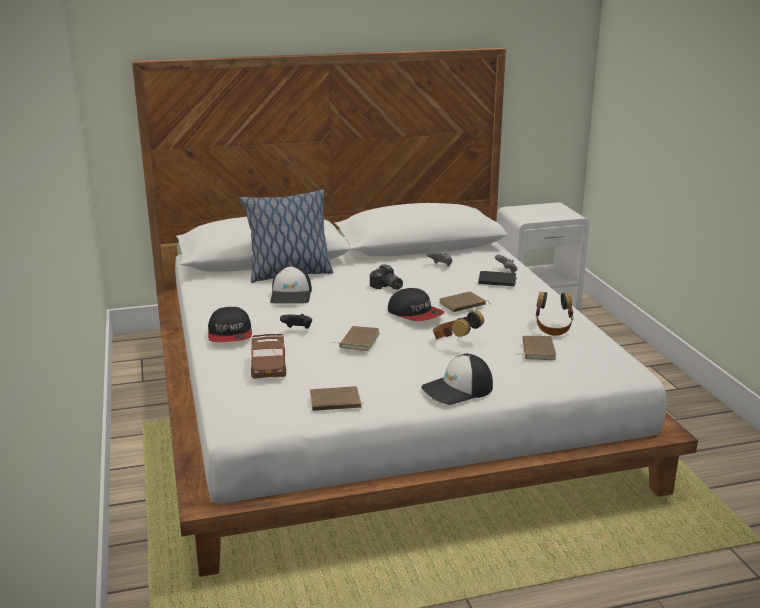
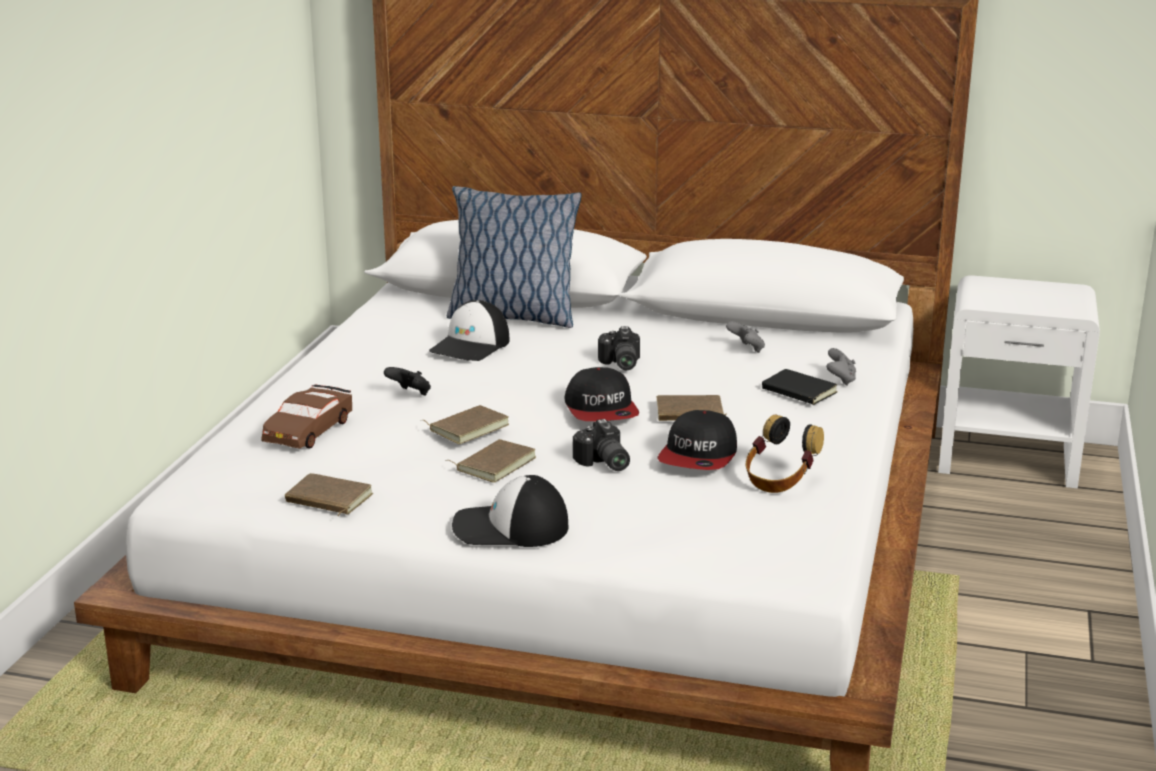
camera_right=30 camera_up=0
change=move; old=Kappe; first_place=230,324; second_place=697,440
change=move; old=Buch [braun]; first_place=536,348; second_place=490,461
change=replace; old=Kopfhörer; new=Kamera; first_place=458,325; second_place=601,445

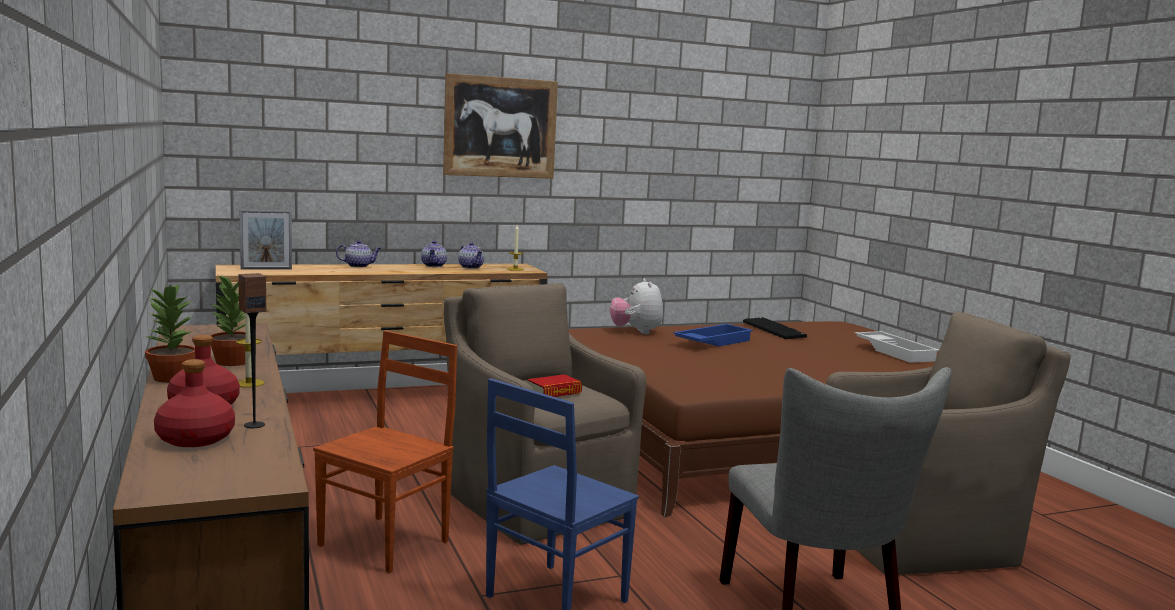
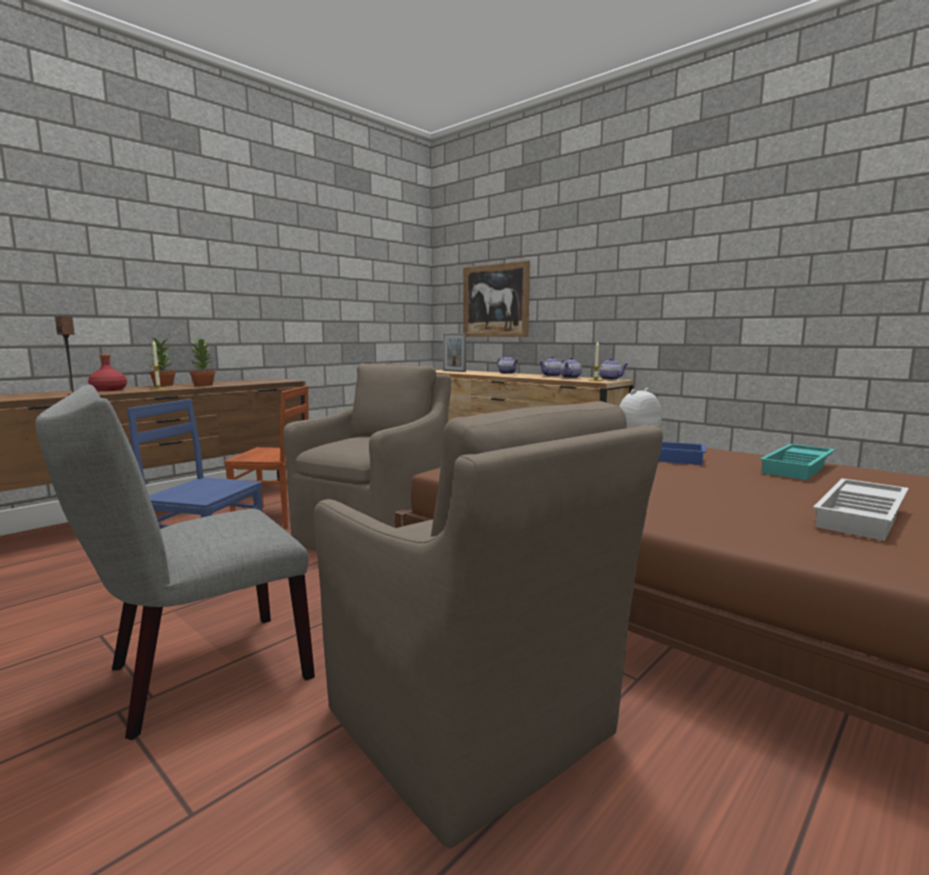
camera_right=65 camera_up=0
change=delete; old=Flasche [rot]; first_place=194,403
change=delete; old=Buch; first_place=554,385
change=insert; new=Teekanne; second_place=611,369
change=move; old=Bild; first_place=500,126; second_place=496,298
change=replace; old=Tastatur; new=Tablett [türkis]; first_place=775,328; second_place=797,462

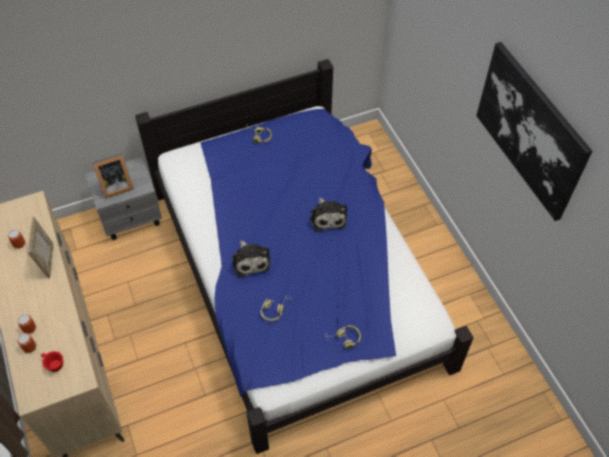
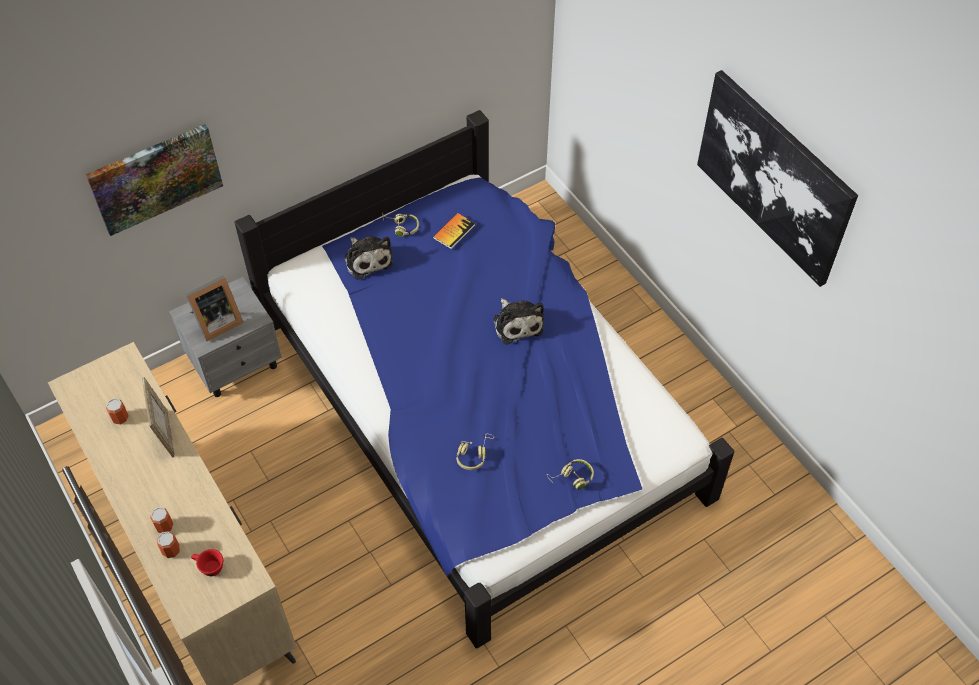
camera_right=-10 camera_up=0
change=insert; new=Bild; second_place=154,180
change=insert; new=Buch; second_place=454,231
change=move; old=Plüschtier; first_place=251,259; second_place=368,258

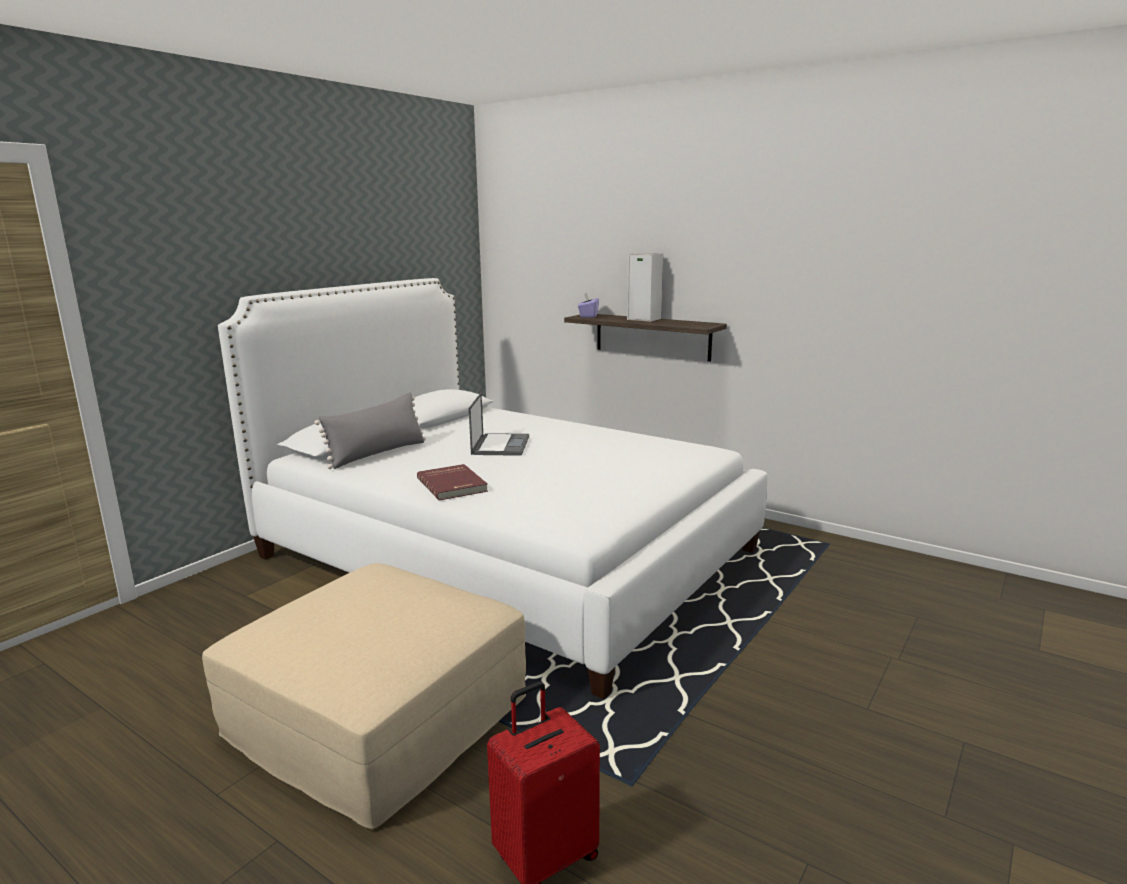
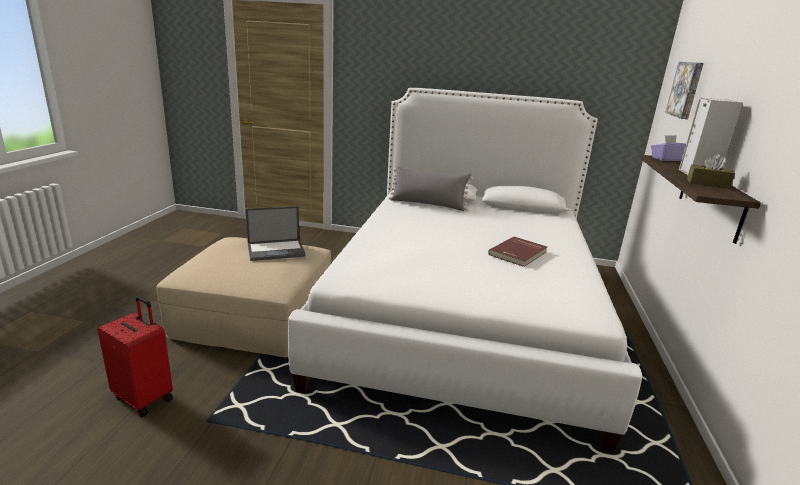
camera_right=65 camera_up=5
change=insert; new=Bild; second_place=684,90
change=insert; new=Taschentuchbox [braun]; second_place=711,171
change=move; old=Buch [rot]; first_place=452,482; second_place=517,252
change=move; old=Laptop; first_place=499,424; second_place=276,233

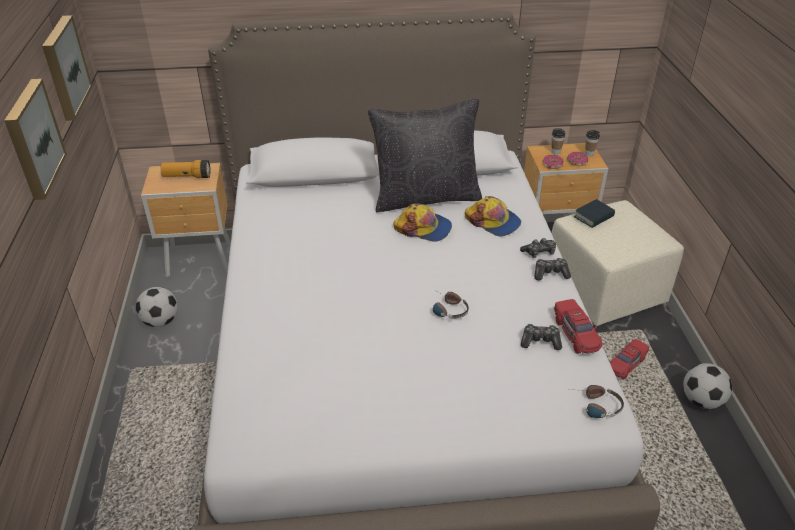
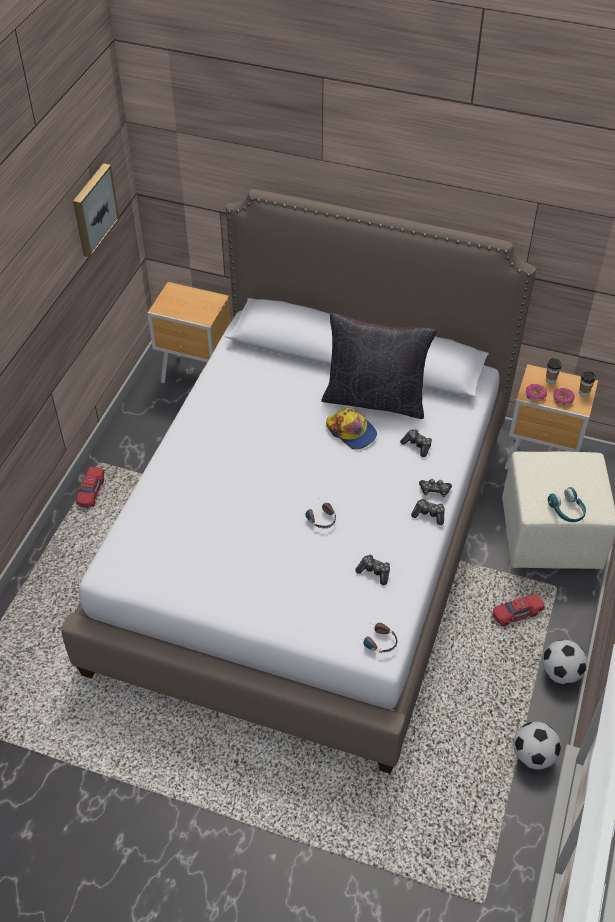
camera_right=25 camera_up=10
change=delete; old=Bild; first_place=35,139
change=delete; old=Taschenlampe; first_place=185,169
change=delete; old=Buch; first_place=594,213
change=insert; new=Kopfhörer [türkis]; second_place=567,504
change=move; old=Fußball; first_place=157,307; second_place=537,746
change=move; old=Spielzeugauto [rot]; first_place=578,326; second_place=90,487
change=replace; old=Kappe; new=Gamepad; first_place=493,216; second_place=416,443

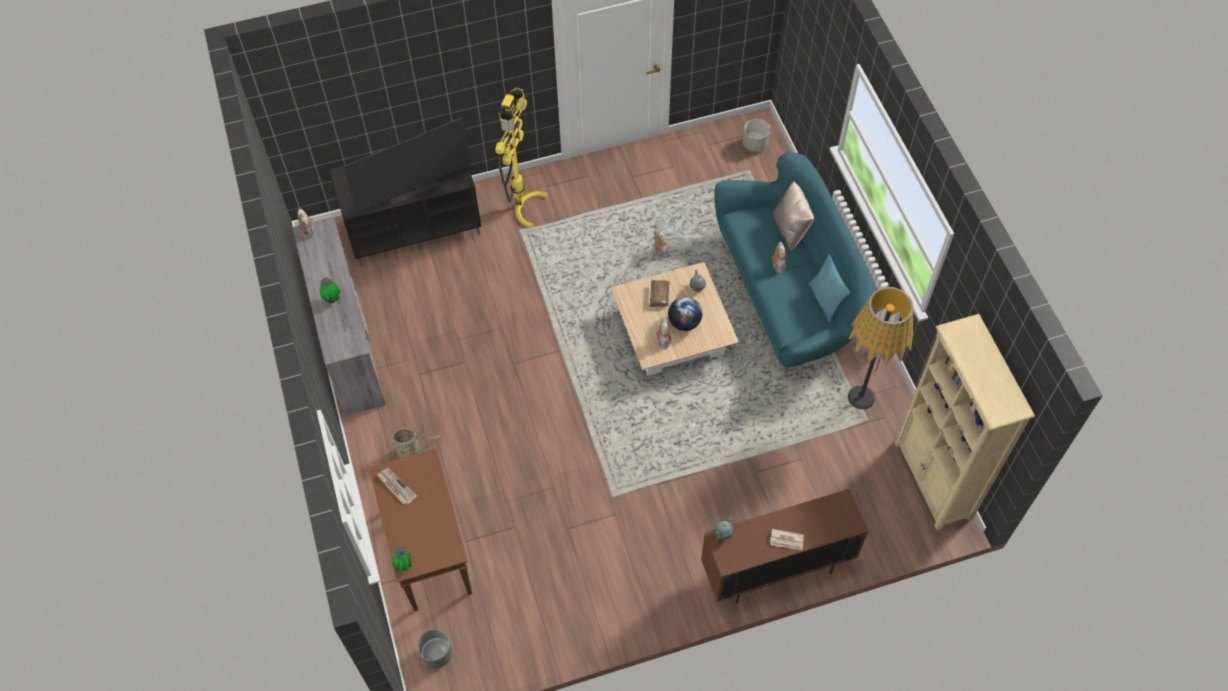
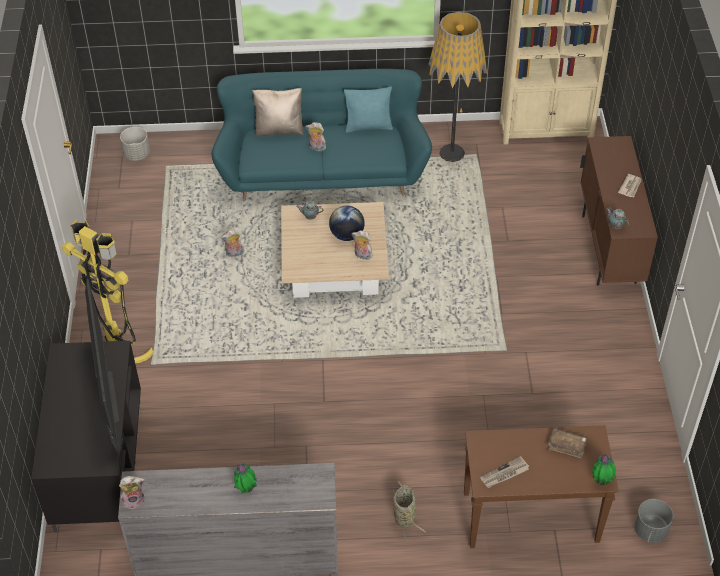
camera_right=-75 camera_up=-10
change=move; old=Buch [braun]; first_place=660,293; second_place=567,443

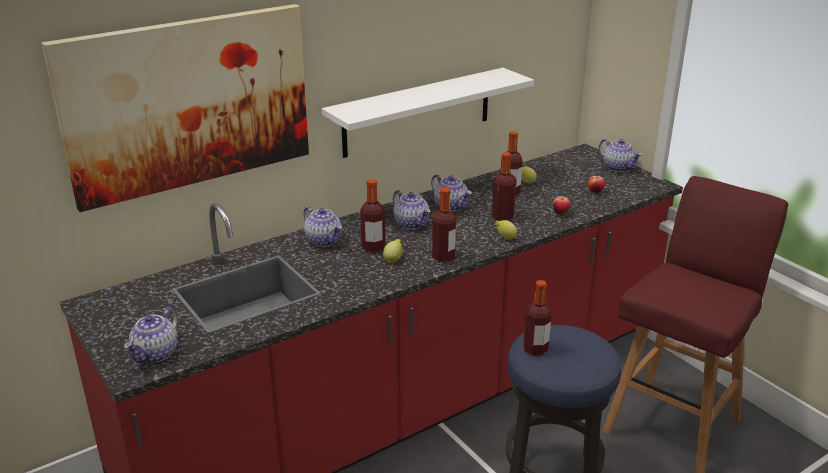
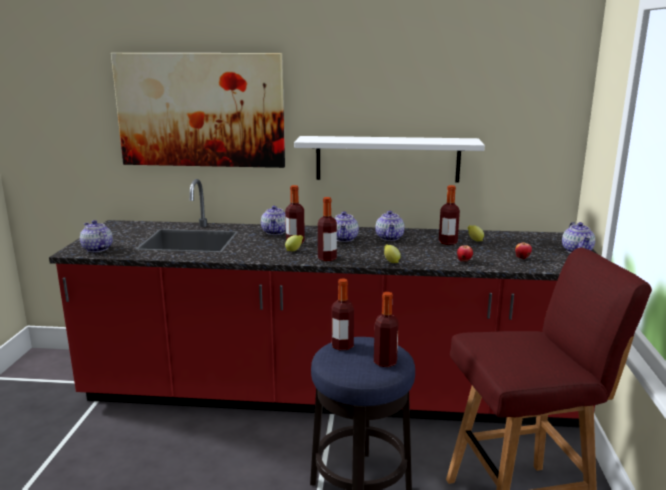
camera_right=40 camera_up=-10
change=move; old=Flasche; first_place=504,186; second_place=386,329
change=rotate; old=Teekanne; first_place=151,335; second_place=96,236; degrees=75

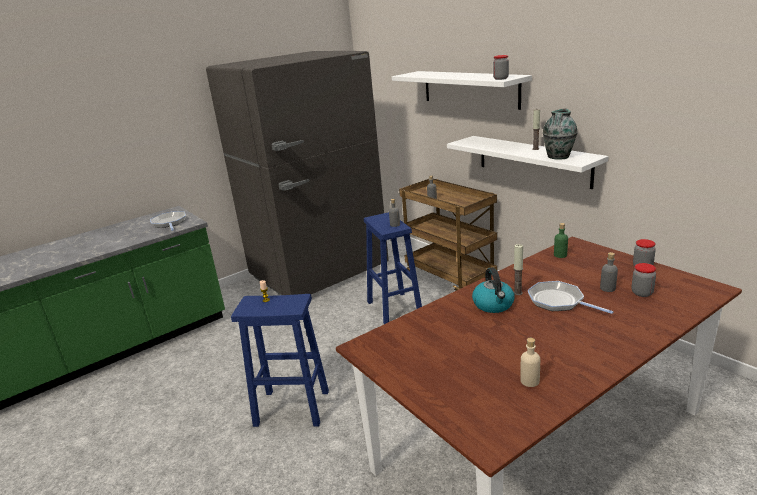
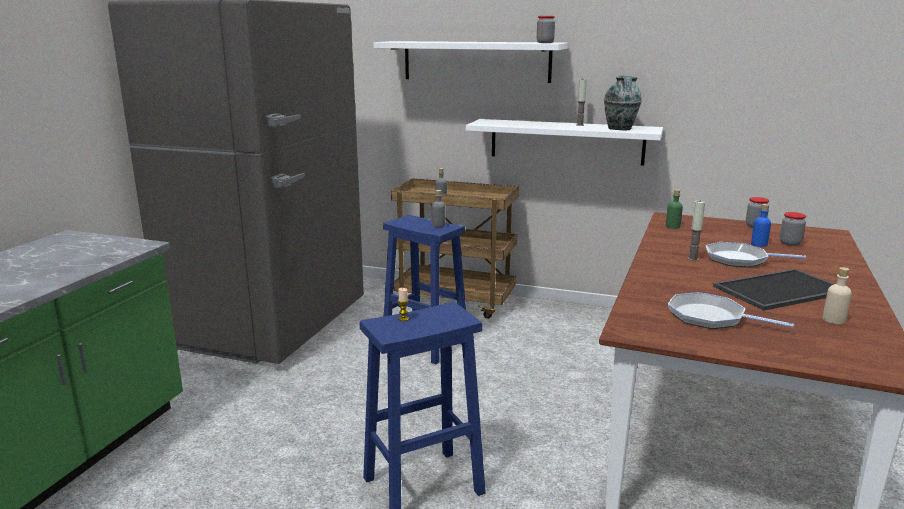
camera_right=-35 camera_up=-5
change=delete; old=Wasserkessel; first_place=493,290
change=insert; new=Tablett; second_place=773,290
change=move; old=Pfanne; first_place=168,221; second_place=731,310
change=recolor; old=Flasche [grau]; new=Flasche [blau]; first_place=609,272; second_place=761,225

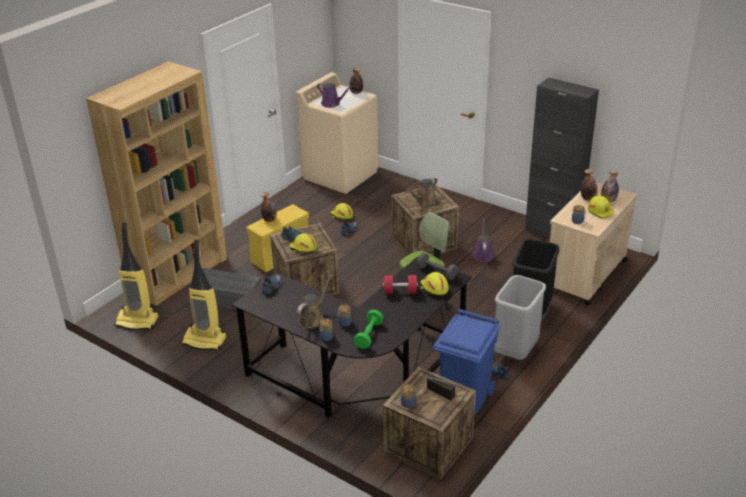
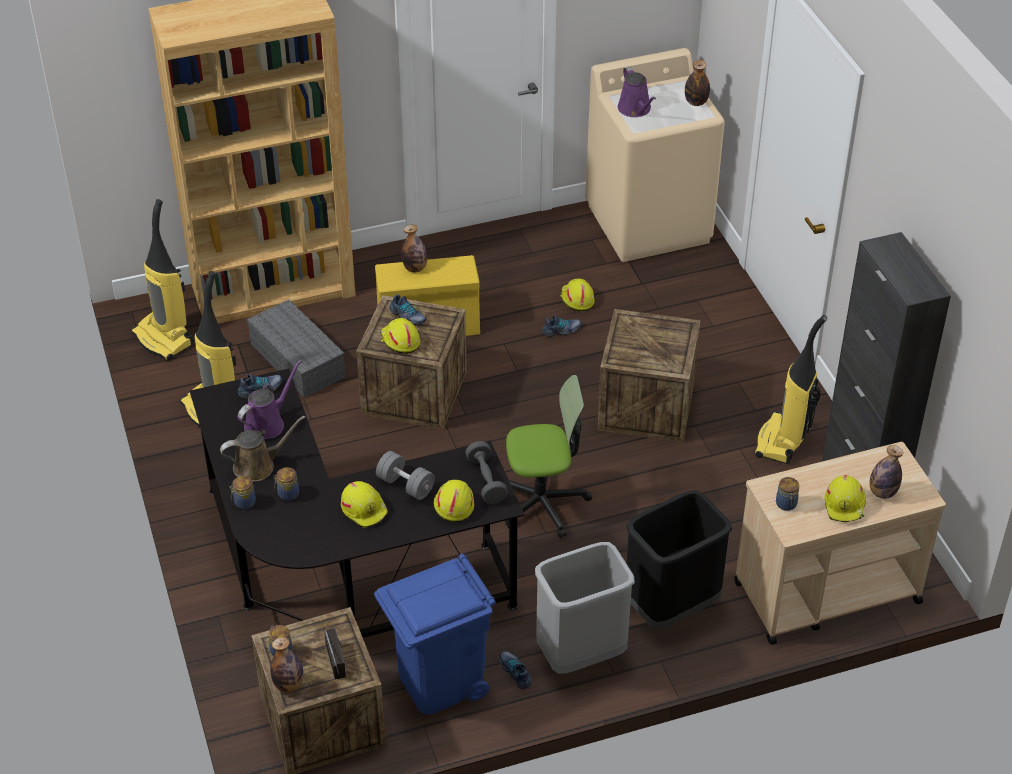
camera_right=35 camera_up=10
change=delete; old=Hantel [grün]; first_place=368,329
change=delete; old=Gießkanne [braun]; first_place=421,191
change=insert; new=Schutzhelm [gelb]; second_place=364,504
change=insert; new=Staubsauger; second_place=791,389
change=move; old=Gießkanne [lila]; first_place=483,240; second_place=270,399
change=move; old=Flasche; first_place=589,184; second_place=287,665
change=recolor; old=Hantel [rot]; new=Hantel [grau]; first_place=400,284; second_place=405,475

